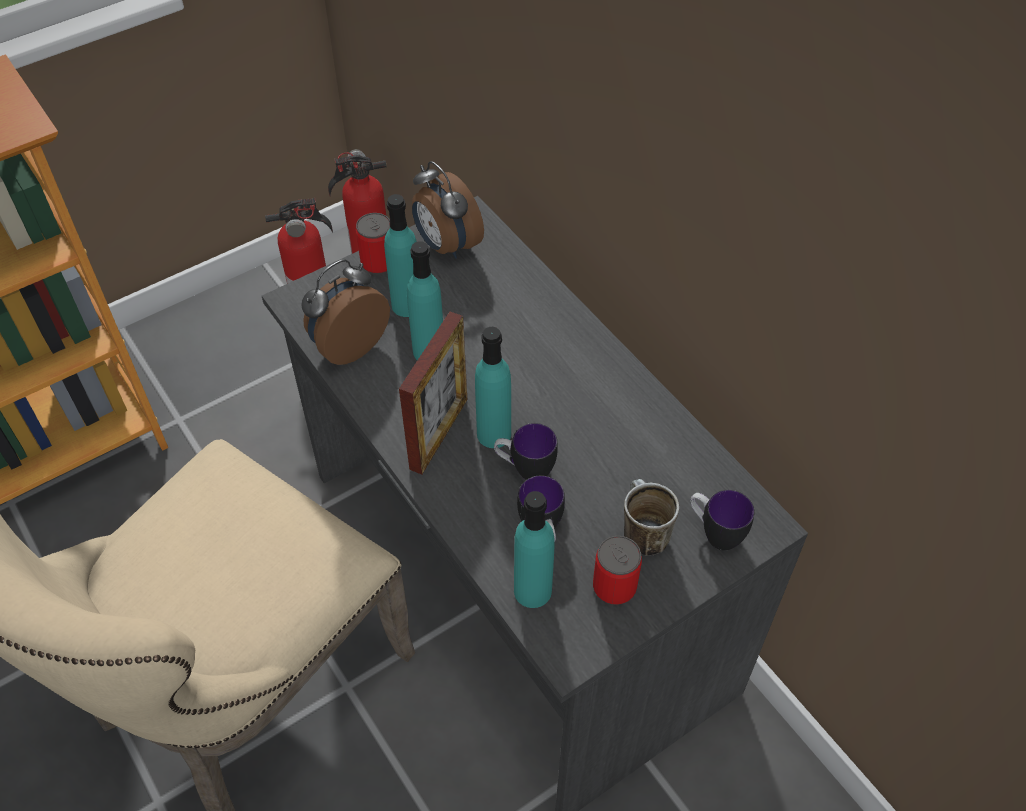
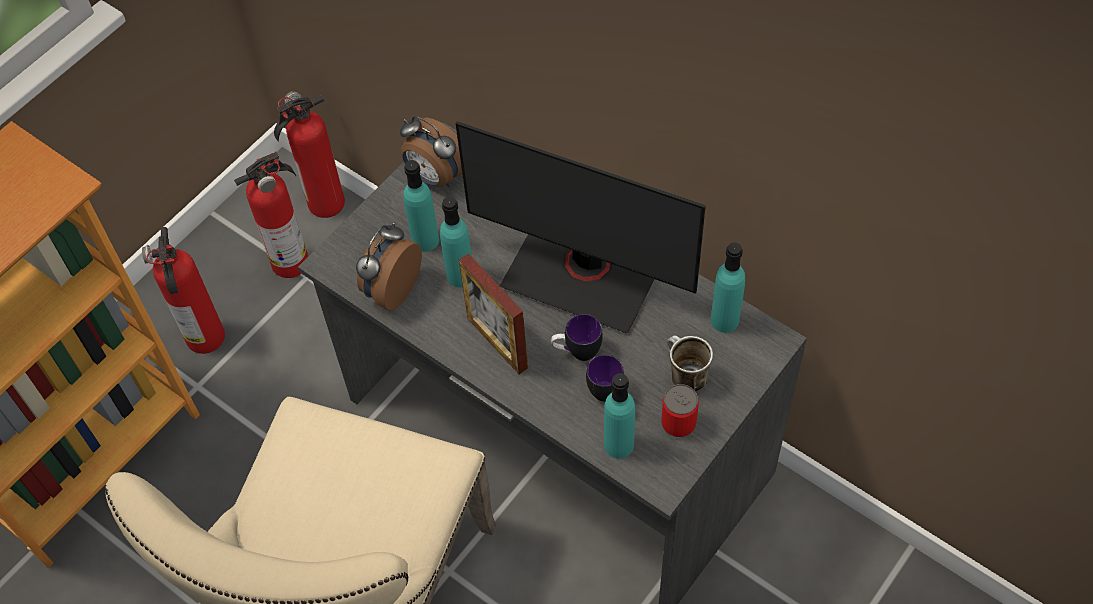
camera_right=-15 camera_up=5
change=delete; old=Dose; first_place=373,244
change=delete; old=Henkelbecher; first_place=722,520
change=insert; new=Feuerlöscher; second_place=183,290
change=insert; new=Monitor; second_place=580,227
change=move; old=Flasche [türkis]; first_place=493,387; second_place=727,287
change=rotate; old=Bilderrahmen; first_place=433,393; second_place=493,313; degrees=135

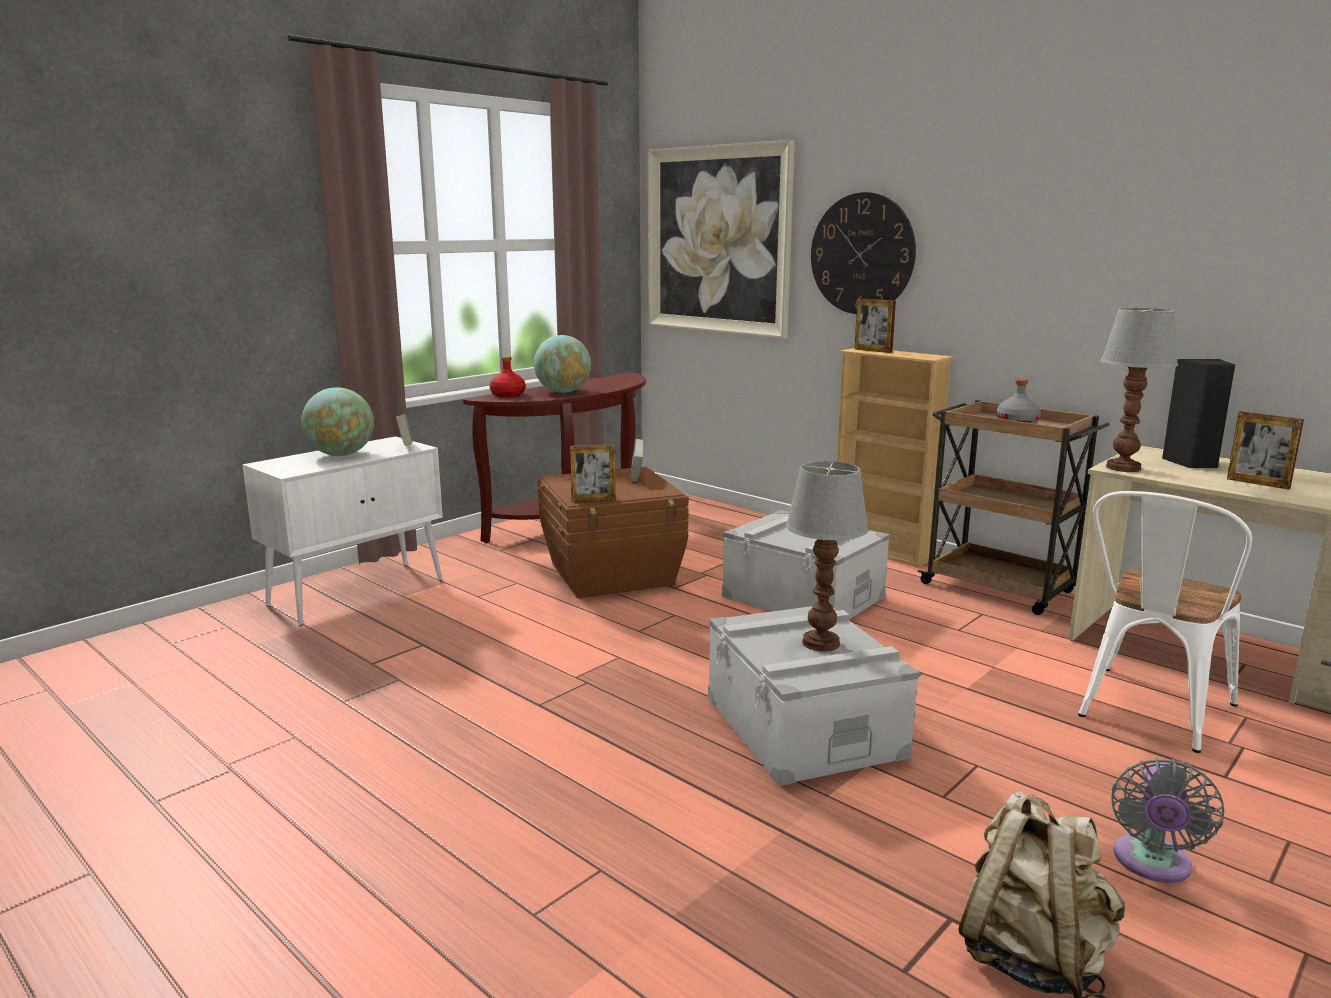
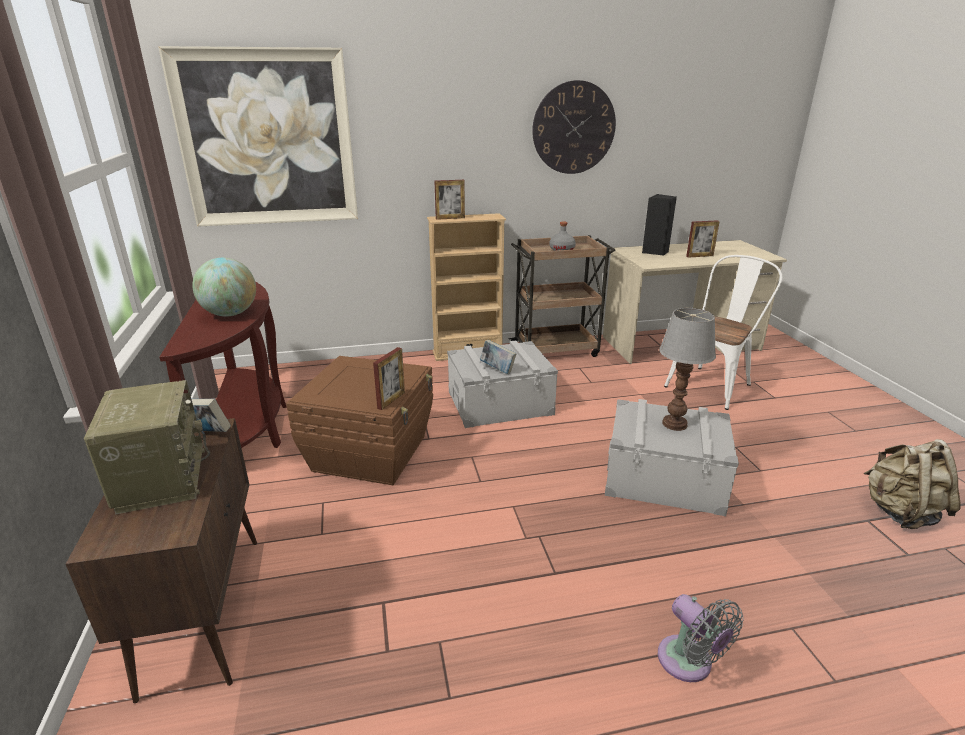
camera_right=-55 camera_up=10
change=delete; old=Flasche [rot]; first_place=508,376
change=delete; old=Tischlampe; first_place=1139,390
change=move; old=Buch; first_place=637,460; second_place=498,357
change=move; old=Wanduhr; first_place=863,253; second_place=574,127
change=move; old=Ventilator [grau]; first_place=1167,820; second_place=701,638
change=replace; old=Globus; new=Radio; first_place=337,421; second_place=147,447
change=recolor; old=Schrank [weiß]; new=Schrank [braun]; first_place=342,531; second_place=161,560
change=rotate; old=Stuhl [weiß]; first_place=1165,622; second_place=723,332; degrees=-120

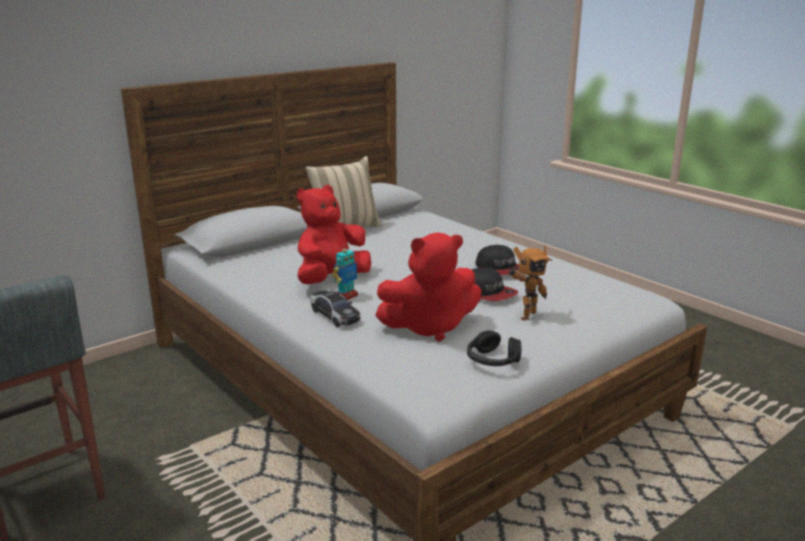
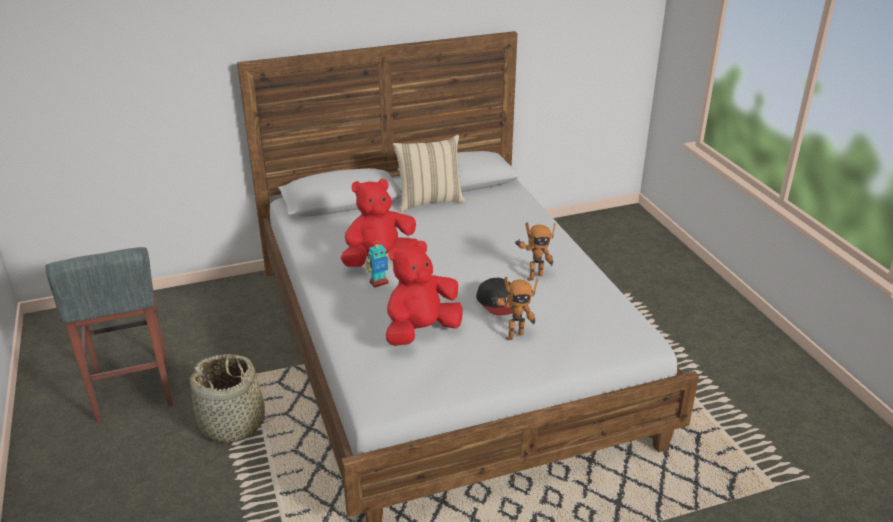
camera_right=20 camera_up=10
change=delete; old=Spielzeugauto; first_place=335,309
change=delete; old=Kopfhörer [schwarz]; first_place=494,348
change=insert; new=Korb; second_place=232,398
change=replace; old=Kappe; new=Spielzeugroboter; first_place=497,260; second_place=535,251
change=rotate; old=Plüschtier [rot]; first_place=428,287; second_place=424,293; degrees=135

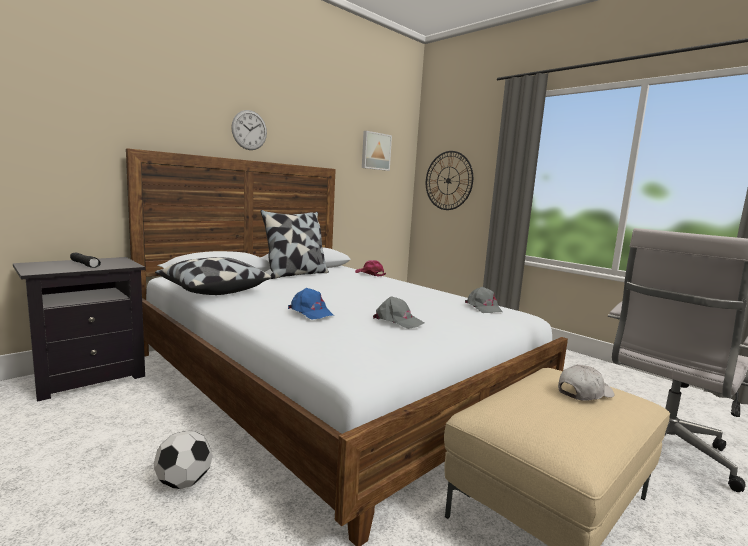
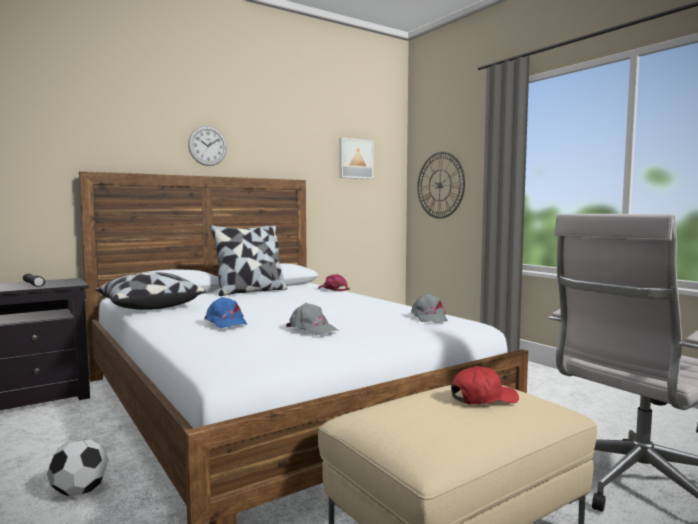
camera_right=10 camera_up=-5
change=recolor; old=Kappe [weiß]; new=Kappe [rot]; first_place=586,382; second_place=485,385

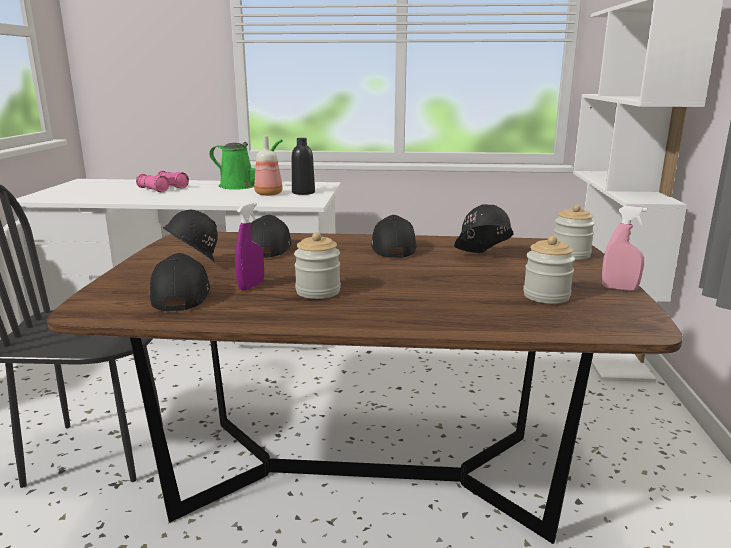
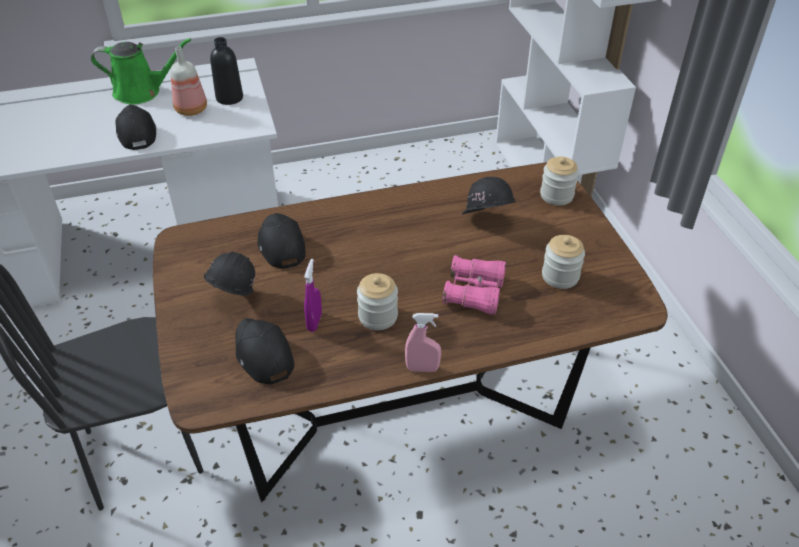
camera_right=-20 camera_up=25
change=move; old=Fernglas [rosa]; first_place=162,181; second_place=474,285
change=move; old=Kappe [schwarz]; first_place=393,236; second_place=135,127
change=move; old=Sprühflasche [rosa]; first_place=624,248; second_place=423,342

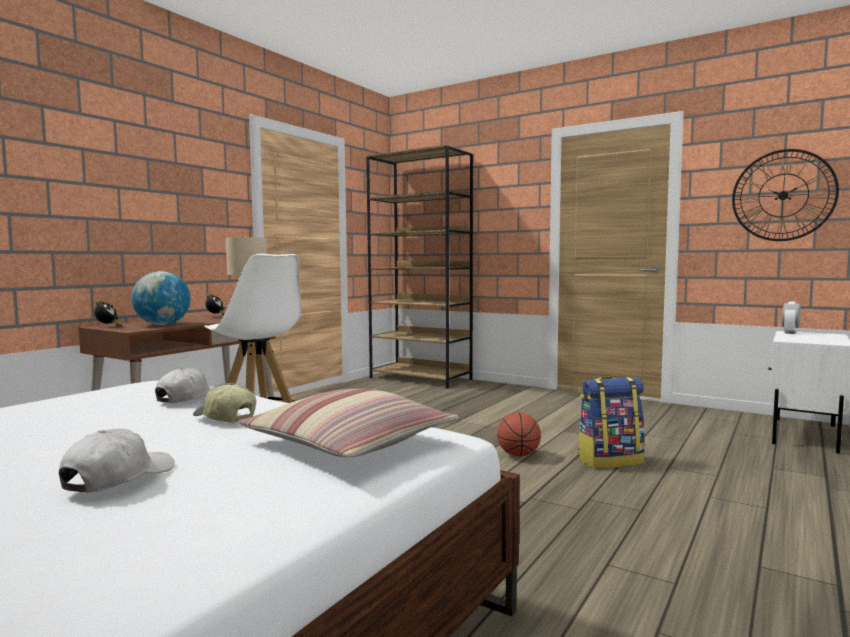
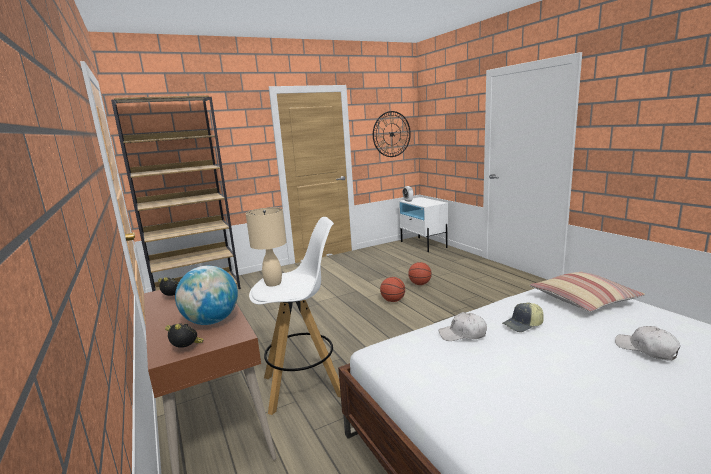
camera_right=-60 camera_up=10
change=replace; old=Rucksack; new=Basketball; first_place=611,422; second_place=420,273
change=rotate; old=Kappe [weiß]; first_place=185,385; second_place=463,326; degrees=-60

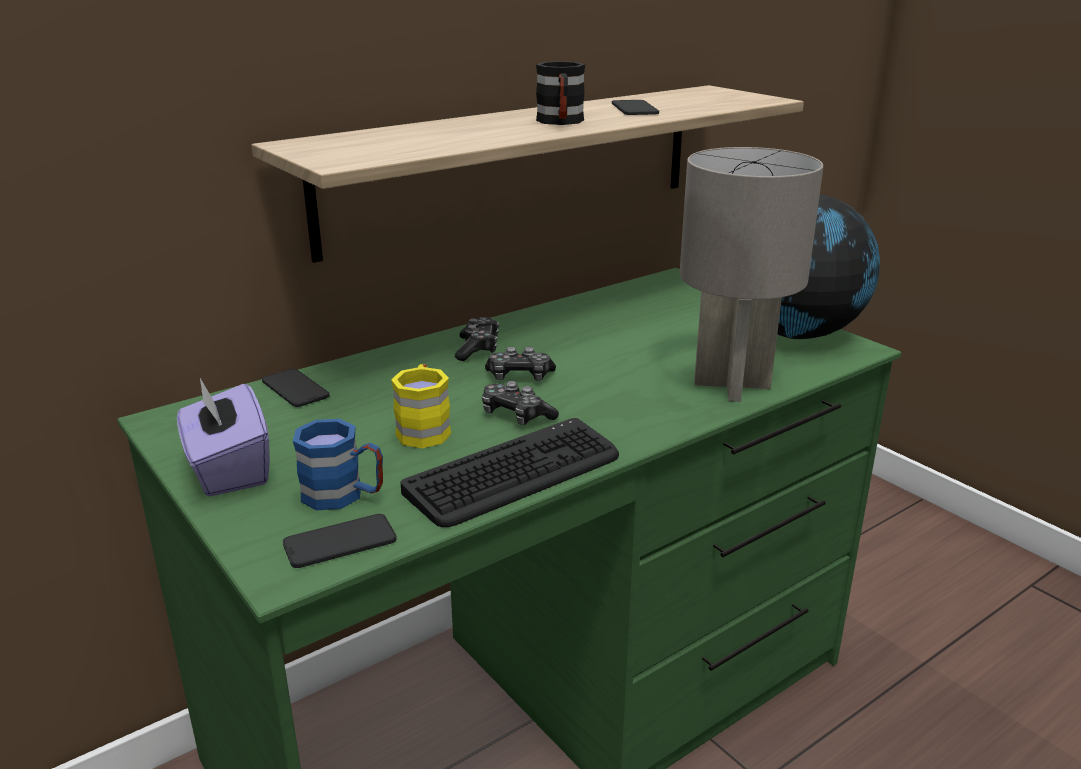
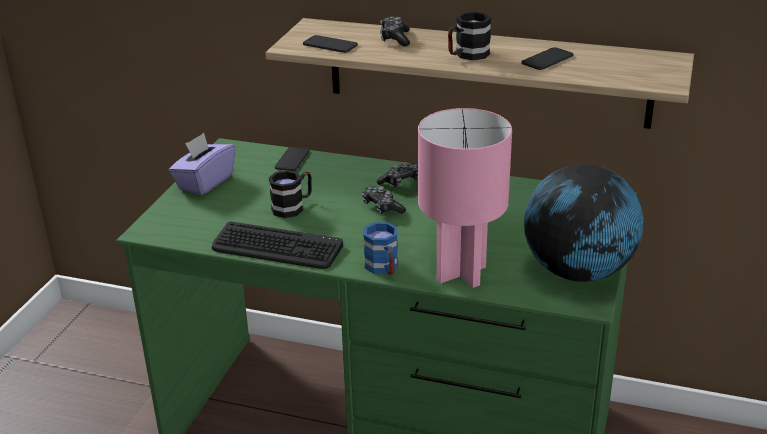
camera_right=55 camera_up=5
change=move; old=Handy; first_place=340,541; second_place=330,44
change=move; old=Henkelbecher [blau]; first_place=338,464; second_place=380,248
change=move; old=Gamepad; first_place=520,403; second_place=395,31
change=recolor; old=Henkelbecher [gelb]; new=Henkelbecher [schwarz]; first_place=421,406; second_place=290,194
change=recolor; old=Tischlampe [grau]; new=Tischlampe [rosa]; first_place=751,274; second_place=465,198

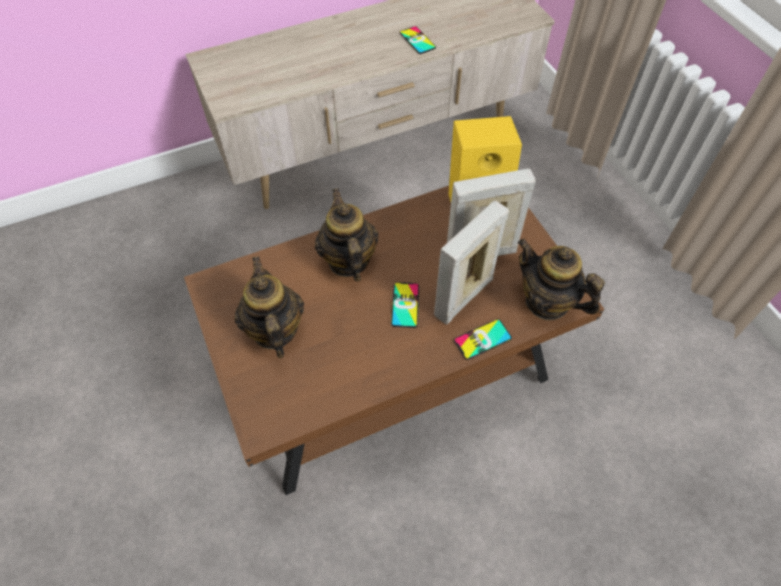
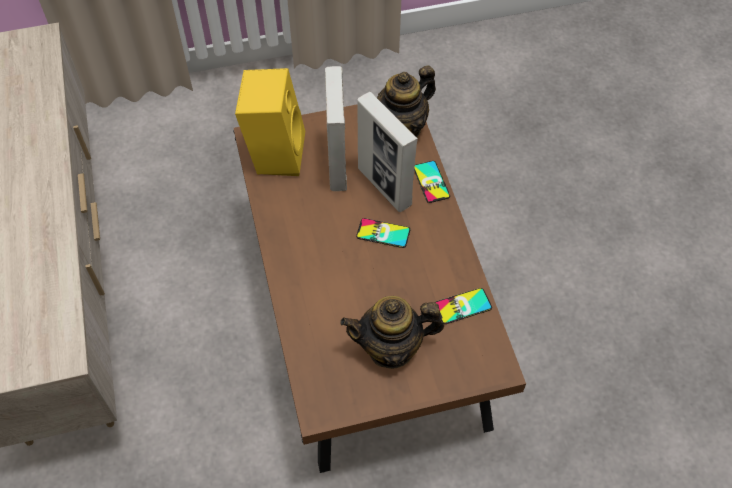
camera_right=-80 camera_up=0
change=delete; old=Teekanne; first_place=346,235
change=move; old=Handy; first_place=417,40; second_place=463,306

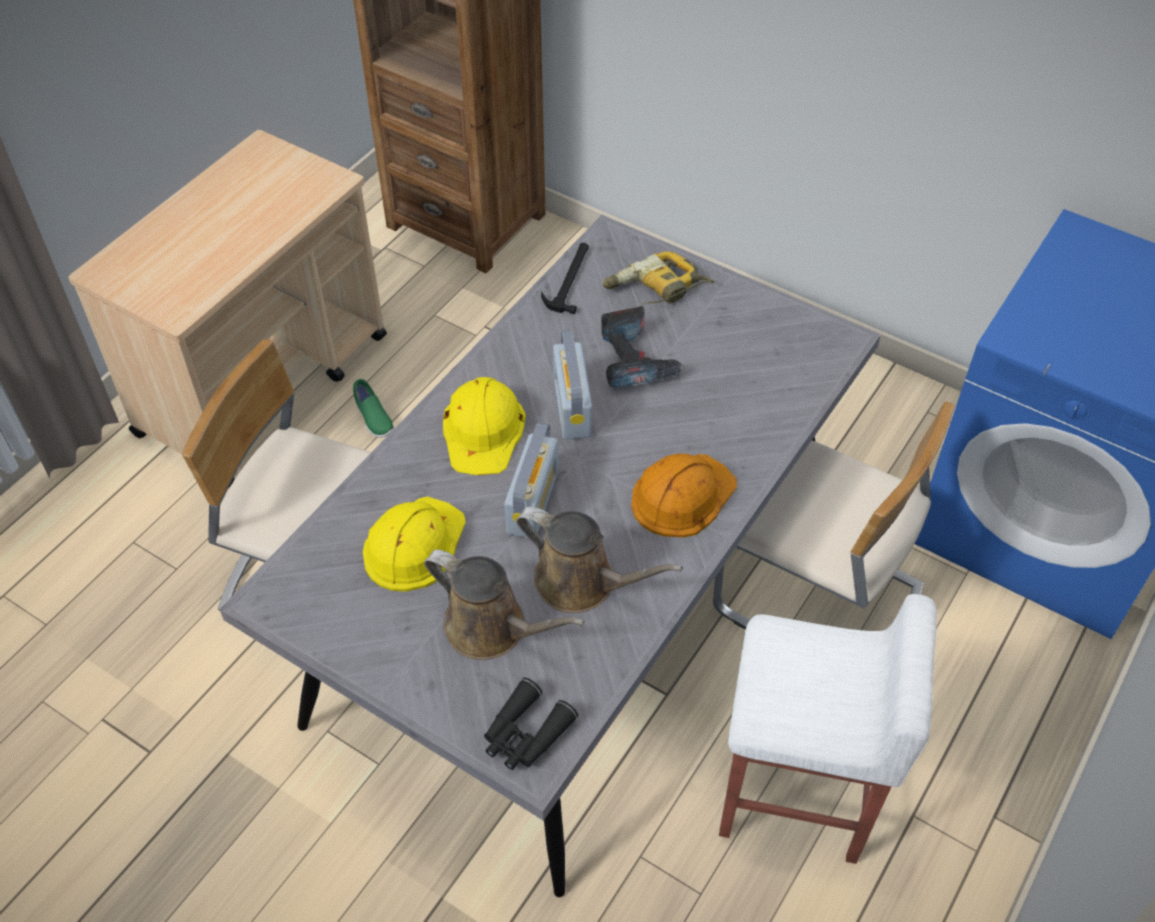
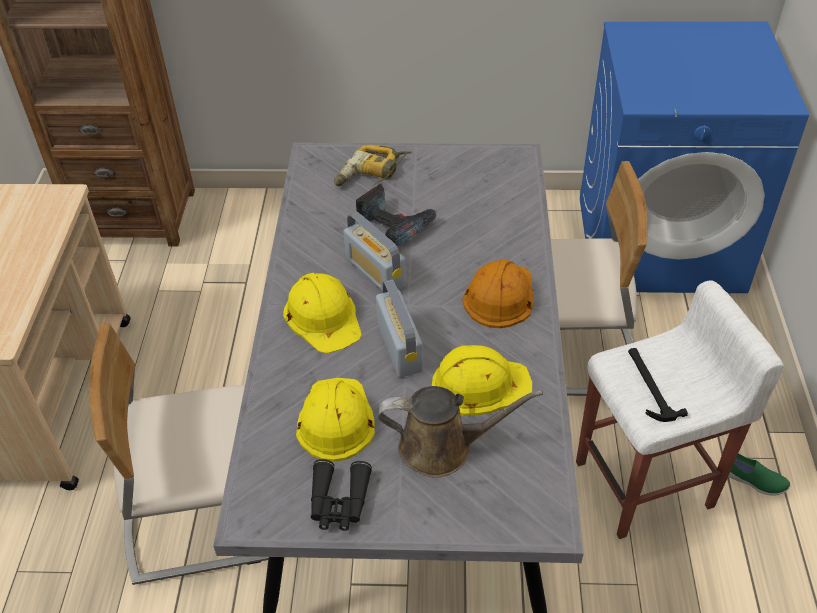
camera_right=-30 camera_up=-5
change=move; old=Schuh [grün]; first_place=373,408; second_place=759,474
change=move; old=Fernglas [schwarz]; first_place=531,724; second_place=341,495
change=move; old=Hammer; first_place=565,278; second_place=658,385
change=replace; old=Gießkanne [braun]; new=Schutzhelm [gelb]; first_place=599,560; second_place=482,380

